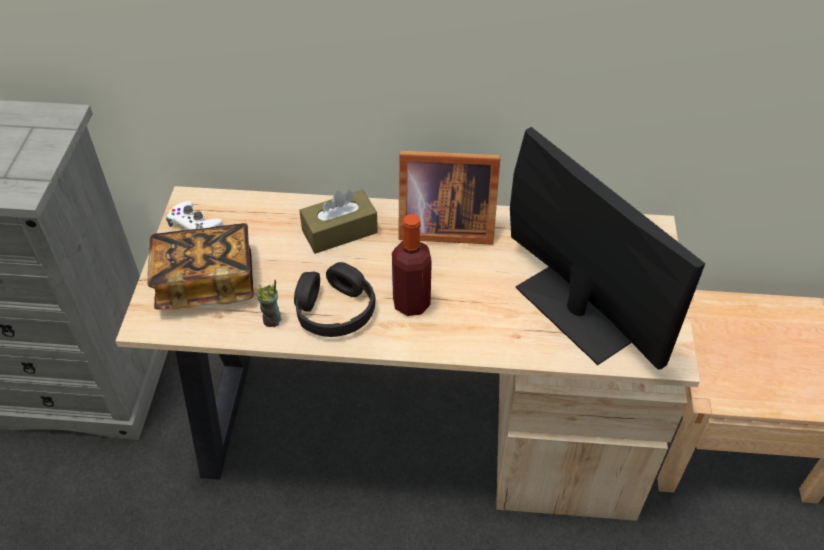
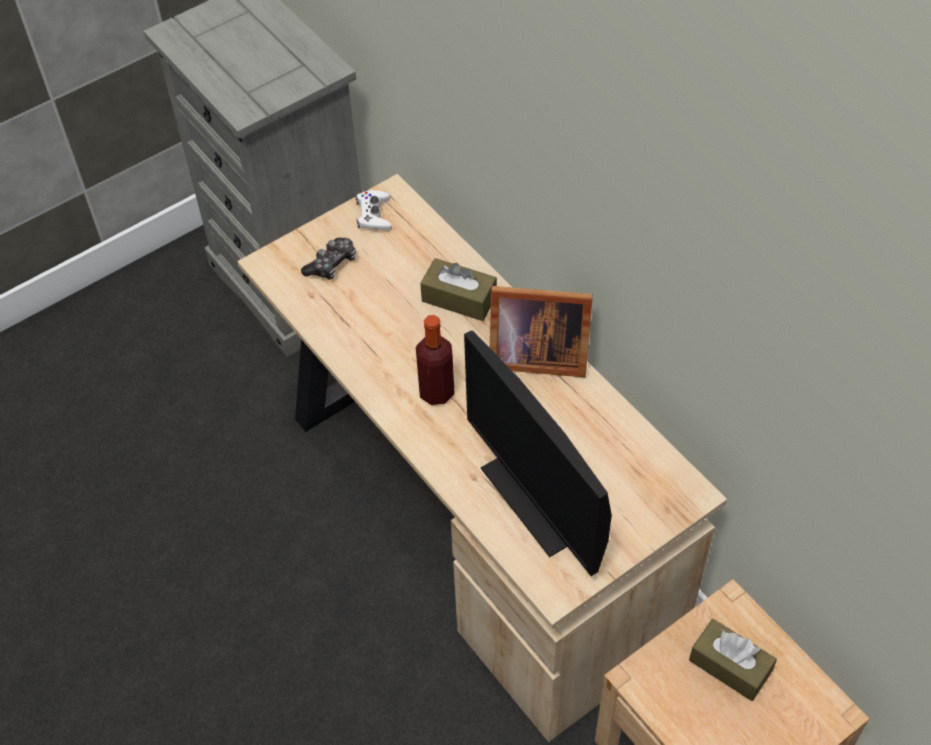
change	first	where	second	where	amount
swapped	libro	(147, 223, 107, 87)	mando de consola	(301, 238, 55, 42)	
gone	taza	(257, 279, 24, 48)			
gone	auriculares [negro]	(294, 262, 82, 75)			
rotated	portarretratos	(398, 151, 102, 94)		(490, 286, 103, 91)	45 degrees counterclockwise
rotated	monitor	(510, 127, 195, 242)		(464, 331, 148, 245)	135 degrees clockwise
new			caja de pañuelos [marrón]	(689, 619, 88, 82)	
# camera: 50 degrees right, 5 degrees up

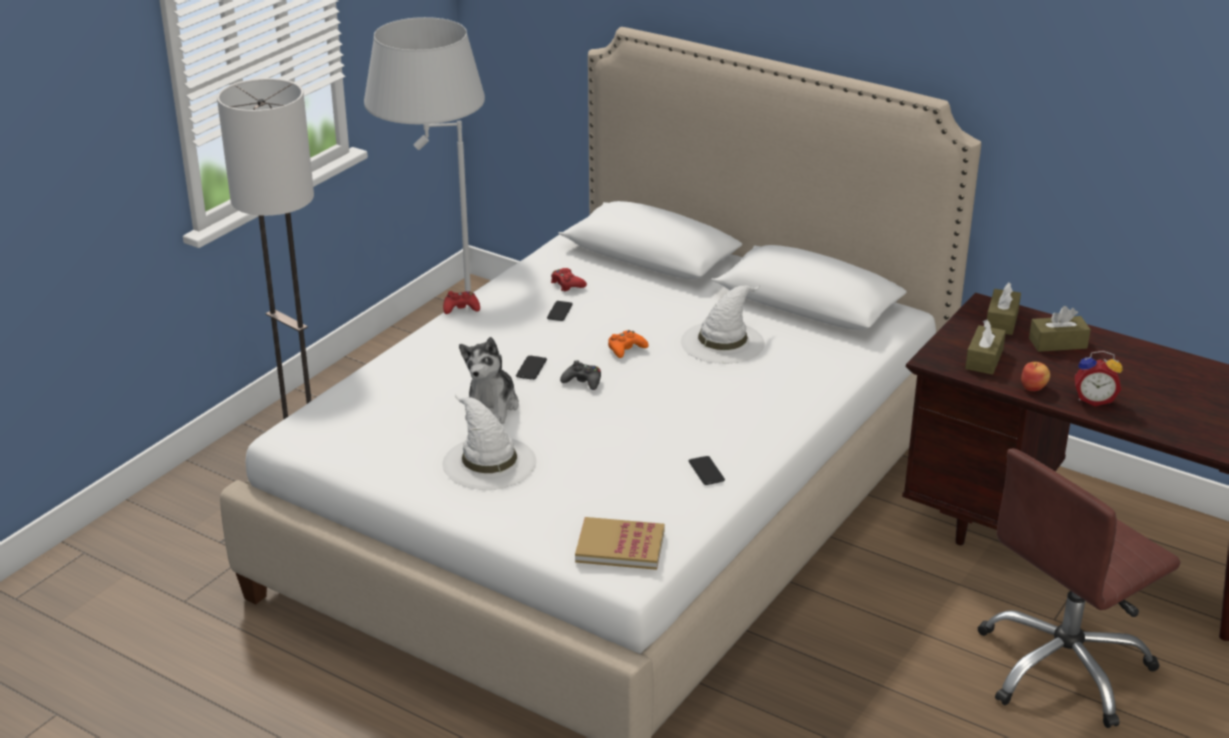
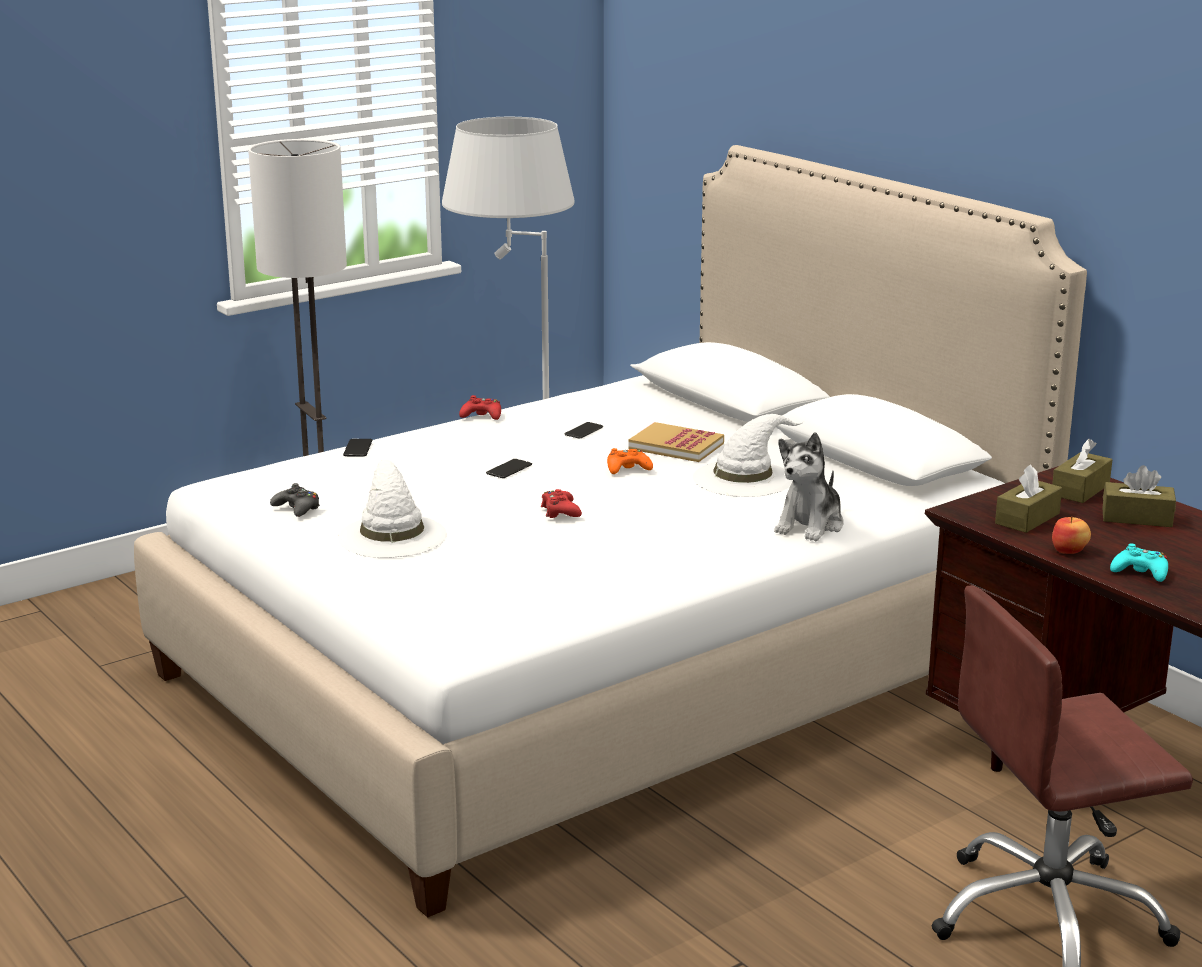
change	first	where	second	where	amount
shifted	peluche	(459, 337, 60, 87)		(774, 432, 70, 110)	
shifted	mando de consola [rojo]	(551, 268, 36, 23)		(541, 489, 41, 29)	
shifted	mando de consola [negro]	(560, 360, 41, 30)		(270, 483, 50, 34)	
shifted	libro	(575, 517, 90, 53)		(628, 422, 96, 40)	
shifted	móvil	(689, 456, 36, 29)		(343, 439, 30, 17)	
swapped	despertador	(1074, 351, 48, 55)	mando de consola [turquesa]	(1110, 543, 58, 39)	
# camera: 20 degrees right, 10 degrees down

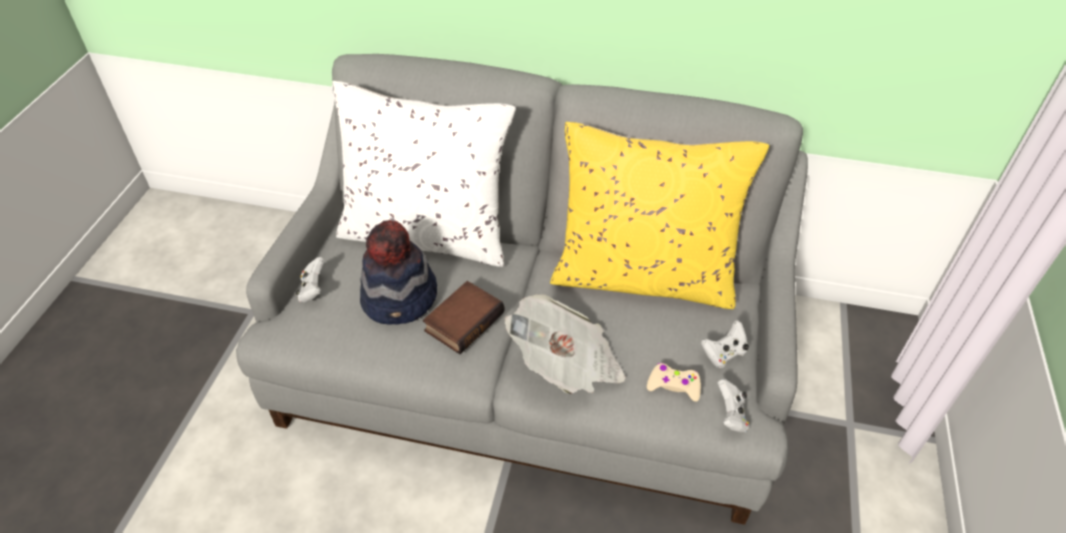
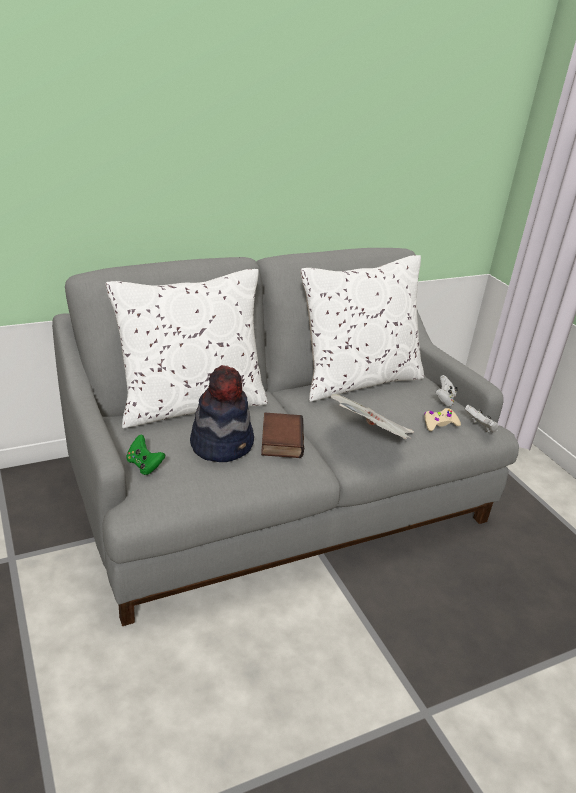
change	first	where	second	where	amount
repainted	mando de consola [blanco]	(296, 257, 29, 45)	mando de consola [verde]	(126, 434, 39, 41)	
repainted	cojín [amarillo]	(550, 122, 219, 187)	cojín [blanco]	(301, 255, 123, 147)	
# camera: 40 degrees left, 15 degrees down

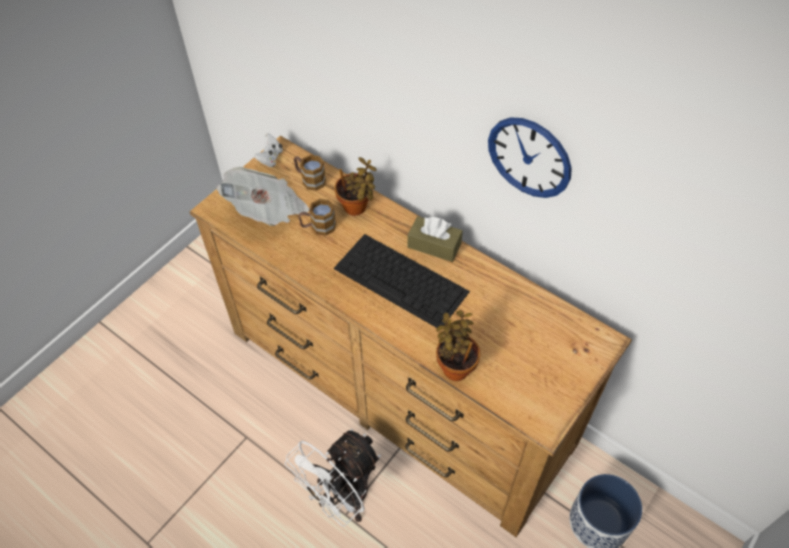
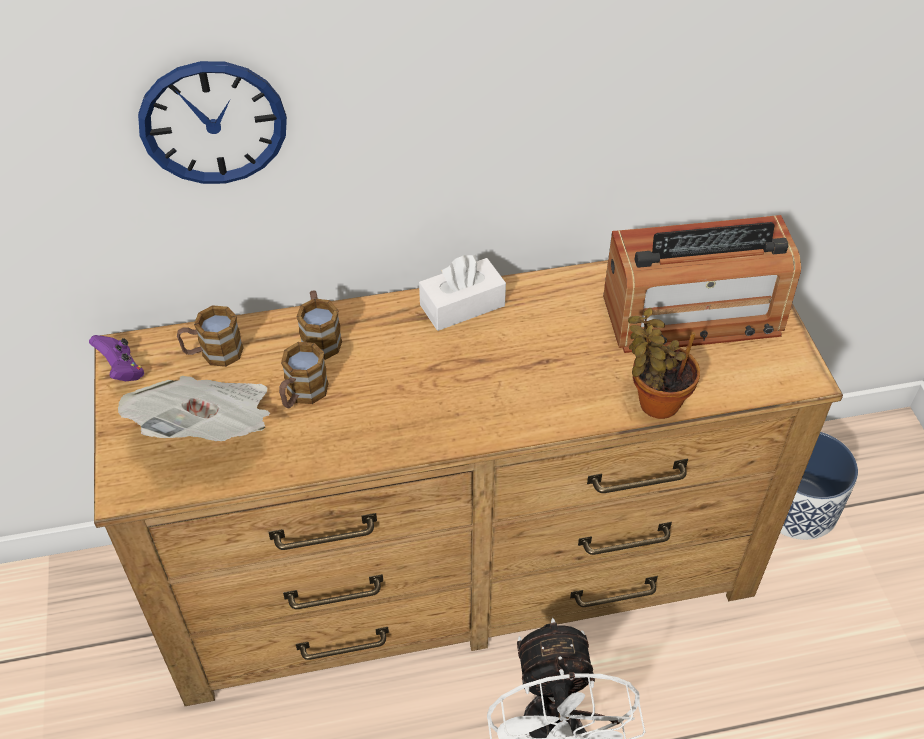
change	first	where	second	where	amount
repainted	mando de consola [blanco]	(254, 133, 29, 34)	mando de consola [morado]	(89, 335, 55, 46)	
gone	teclado	(334, 234, 136, 94)			
swapped	planta en maceta	(335, 157, 42, 59)	taza grande	(296, 290, 46, 70)	
repainted	caja de pañuelos [marrón]	(408, 216, 55, 46)	caja de pañuelos [blanco]	(419, 255, 87, 76)	
shifted	reloj de pared	(488, 117, 84, 81)		(138, 61, 149, 123)	
new			radio	(603, 215, 198, 138)	
# camera: 50 degrees left, 5 degrees down

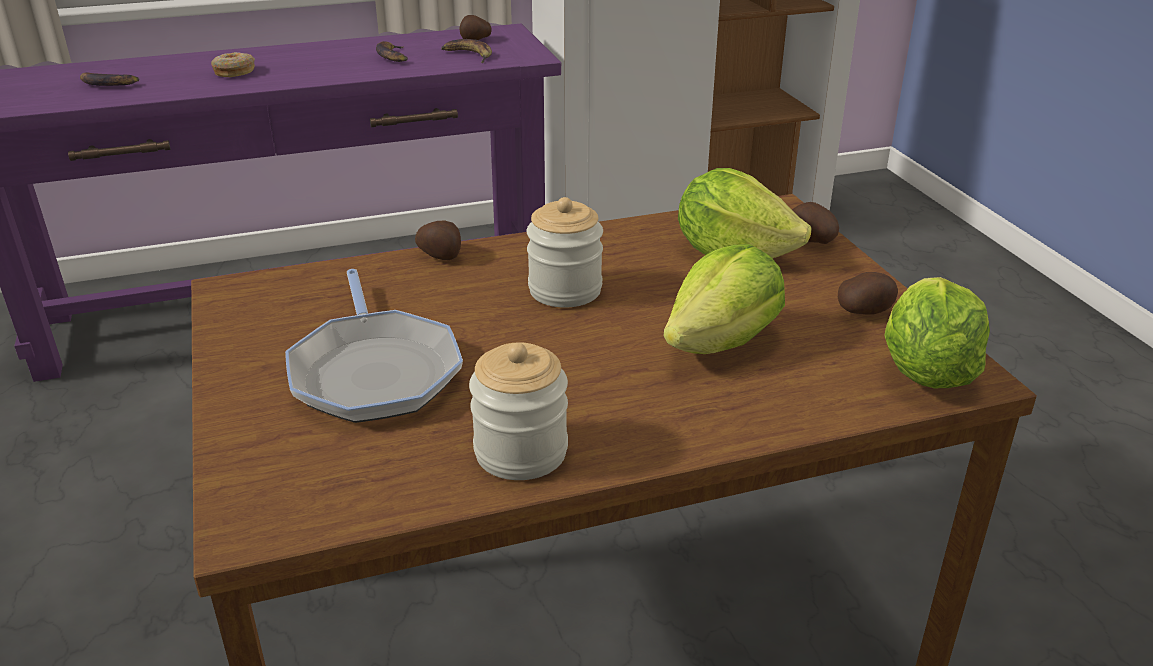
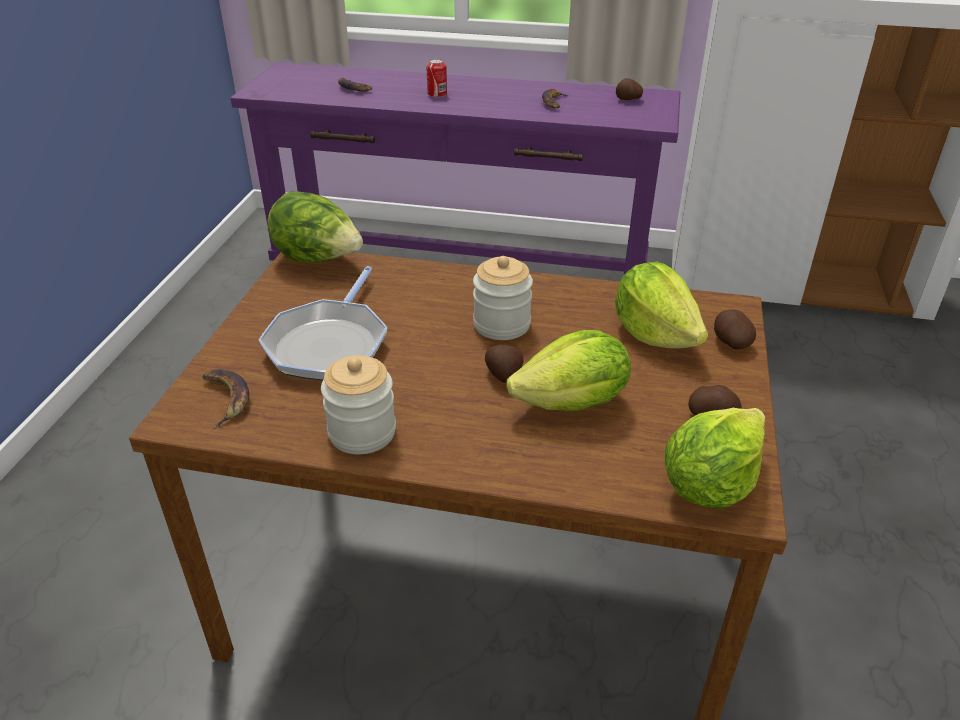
change	first	where	second	where	amount
swapped	rosquilla	(211, 52, 44, 25)	lata	(426, 59, 21, 39)	
shifted	patata	(415, 220, 46, 40)		(485, 344, 39, 39)	
shifted	plátano	(441, 39, 51, 24)		(203, 369, 46, 60)	
new			lechuga	(267, 191, 96, 72)	
# camera: 30 degrees right, 5 degrees up

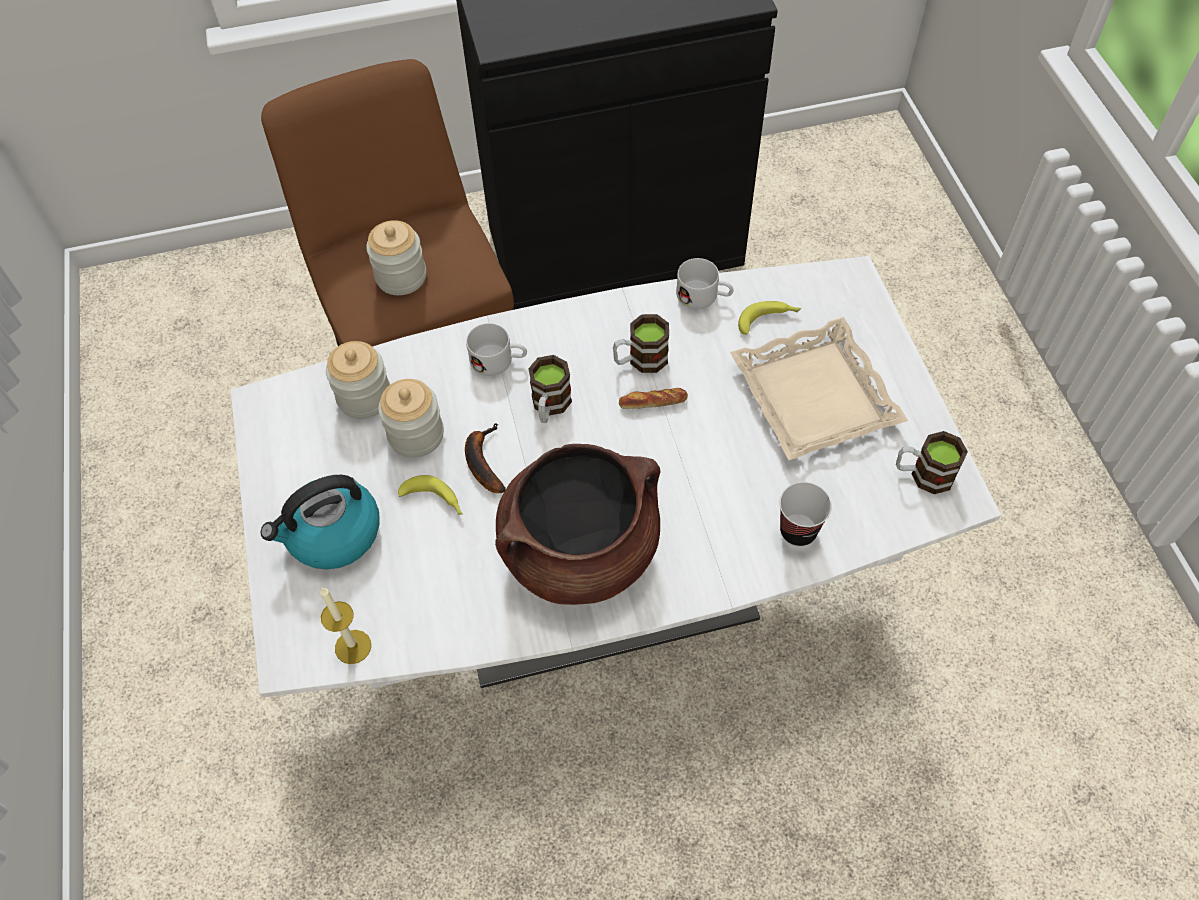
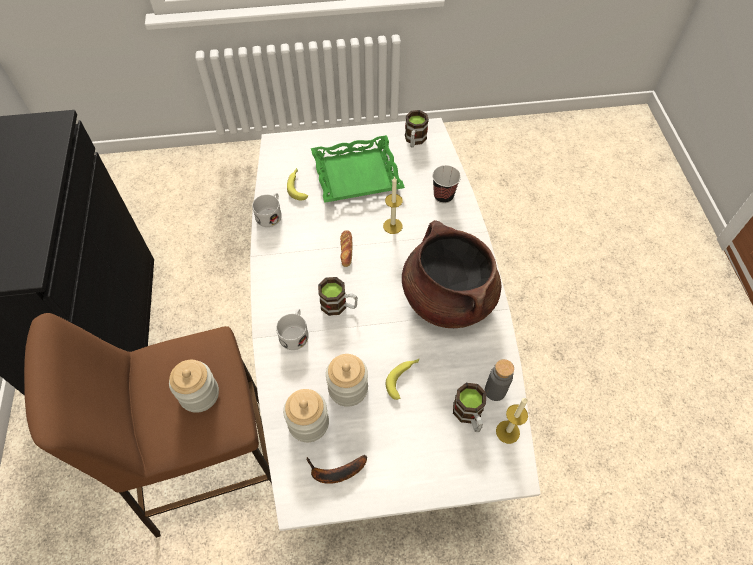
change	first	where	second	where	amount
gone	hervidor	(261, 475, 119, 94)			
shifted	plátano	(465, 423, 41, 70)		(307, 454, 60, 30)	
shifted	taza grande	(613, 314, 56, 59)		(453, 383, 33, 49)	
repainted	bandeja [beis]	(730, 317, 178, 143)	bandeja [verde]	(311, 135, 94, 68)	
new			vela	(383, 177, 20, 57)	
new			botella [gris]	(485, 359, 29, 42)	
# camera: 85 degrees left, 0 degrees up

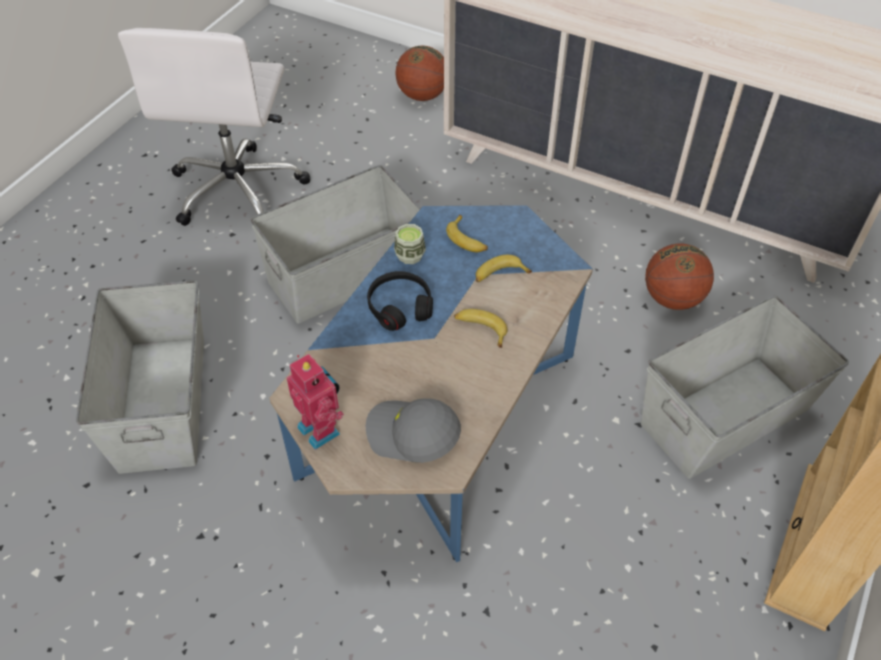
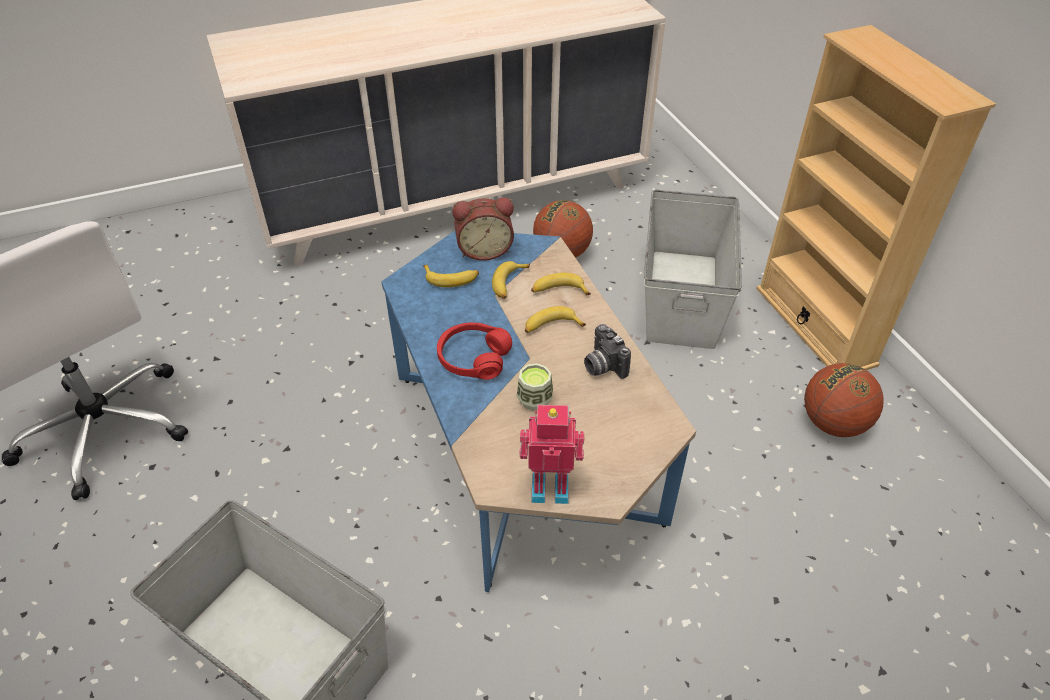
change	first	where	second	where	amount
gone	caja de almacenaje [gris]	(250, 165, 171, 158)			
gone	gorra [gris]	(366, 398, 95, 65)			
repainted	auriculares [negro]	(367, 271, 66, 60)	auriculares [rojo]	(437, 322, 75, 58)	
shifted	taza	(394, 224, 32, 40)		(516, 363, 37, 48)	
shifted	balón de baloncesto	(395, 45, 49, 56)		(804, 363, 80, 74)	
new			despertador	(452, 197, 62, 64)	
new			plátano	(531, 273, 60, 22)	
new			cámara	(584, 324, 47, 55)	
# camera: 50 degrees left, 5 degrees down

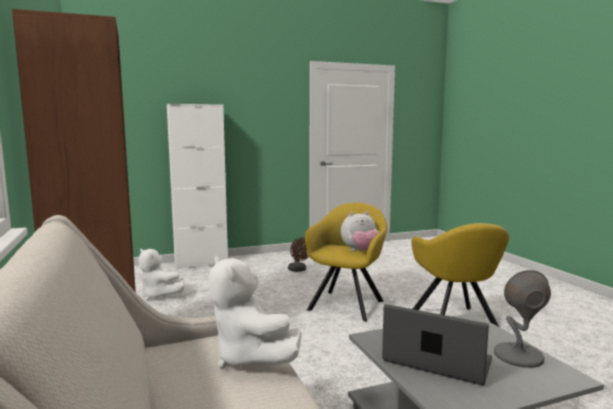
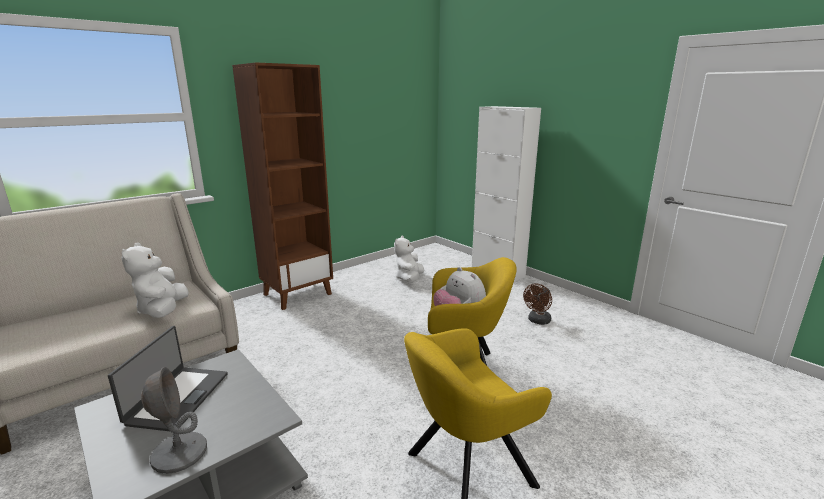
change	first	where	second	where	amount
rotated	peluche [blanco]	(208, 256, 94, 113)		(121, 242, 68, 76)	45 degrees counterclockwise
# camera: 70 degrees right, 10 degrees up

